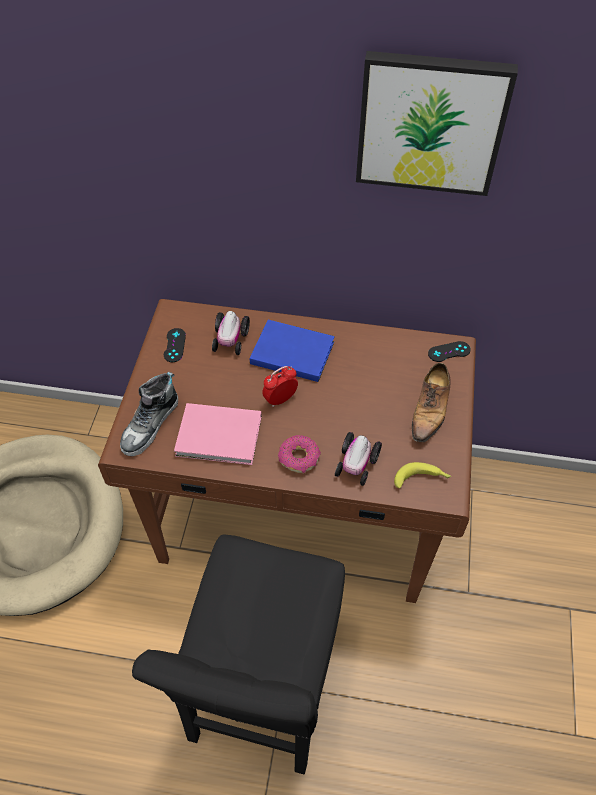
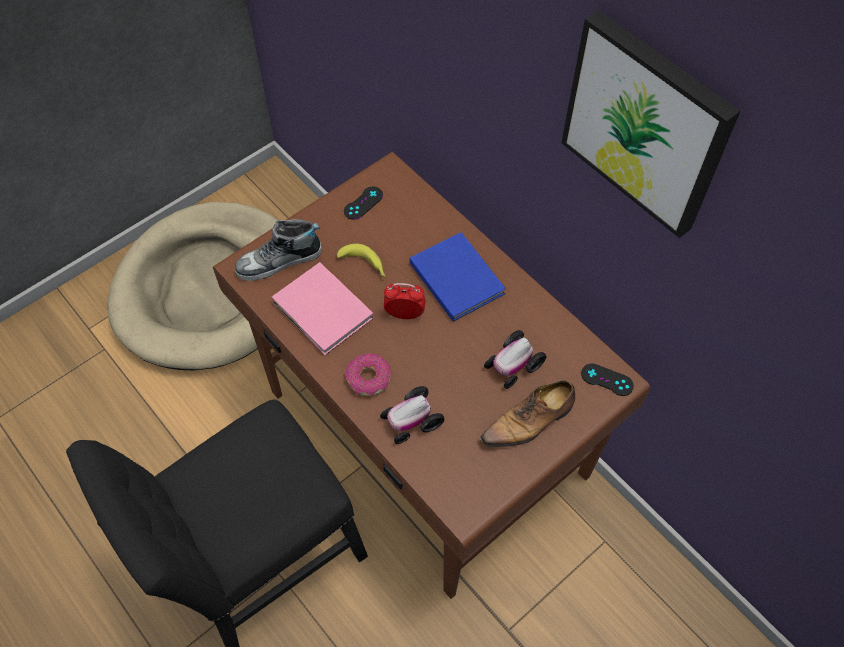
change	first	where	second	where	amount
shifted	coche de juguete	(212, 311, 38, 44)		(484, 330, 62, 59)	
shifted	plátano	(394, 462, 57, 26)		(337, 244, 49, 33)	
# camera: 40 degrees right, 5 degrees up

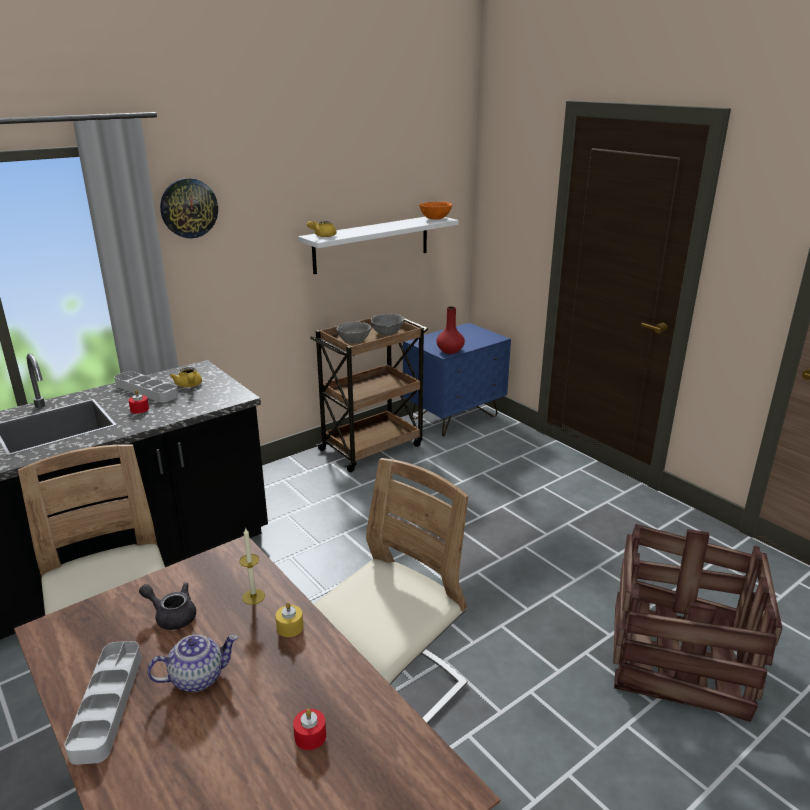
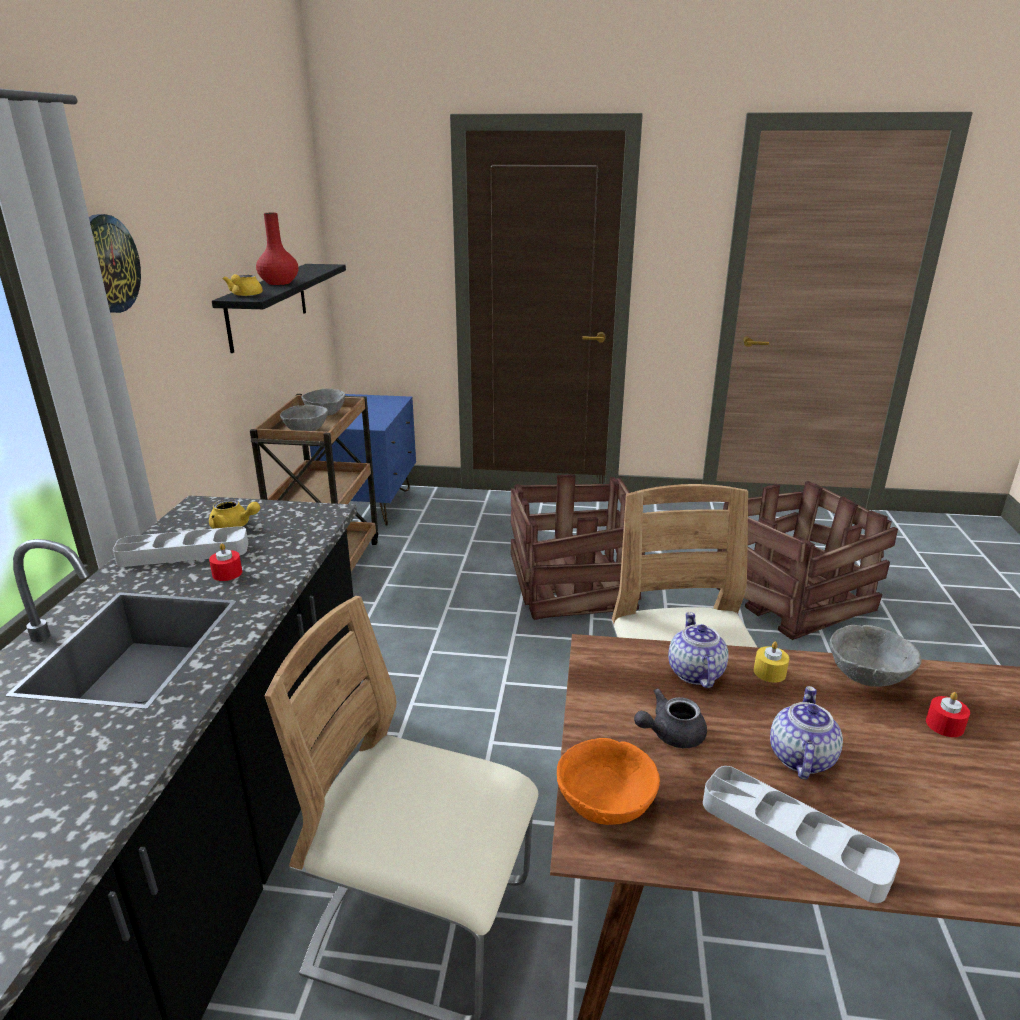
change	first	where	second	where	amount
swapped	vela	(239, 527, 26, 78)	tetera	(668, 612, 60, 76)	
repainted	estante [blanco]	(298, 217, 161, 57)	estante [negro]	(212, 264, 134, 89)	
shifted	cuenco [naranja]	(419, 202, 33, 18)		(557, 738, 103, 87)	
shifted	florero [rojo]	(437, 306, 28, 48)		(256, 213, 43, 72)	
new			caja de embalaje	(511, 474, 134, 146)	
new			cuenco [gris]	(830, 625, 92, 62)	
# camera: 45 degrees left, 0 degrees up

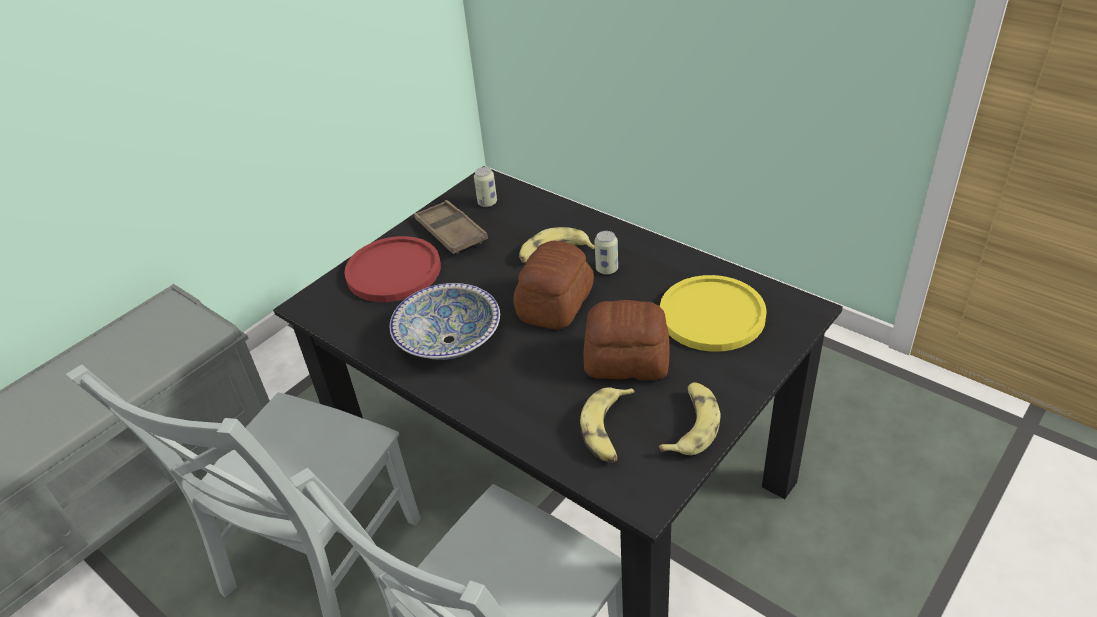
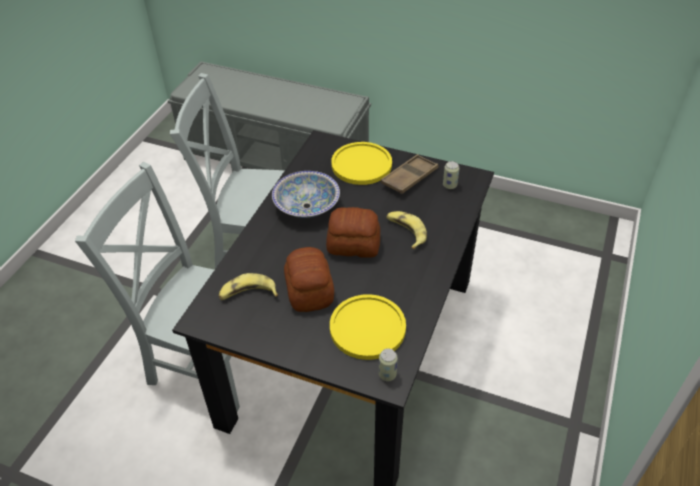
change	first	where	second	where	amount
repainted	plato [rojo]	(344, 236, 97, 66)	plato [amarillo]	(331, 142, 61, 43)	
shifted	lata	(594, 231, 24, 44)		(379, 348, 19, 33)	
gone	plátano	(659, 382, 62, 73)			
# camera: 70 degrees right, 5 degrees up

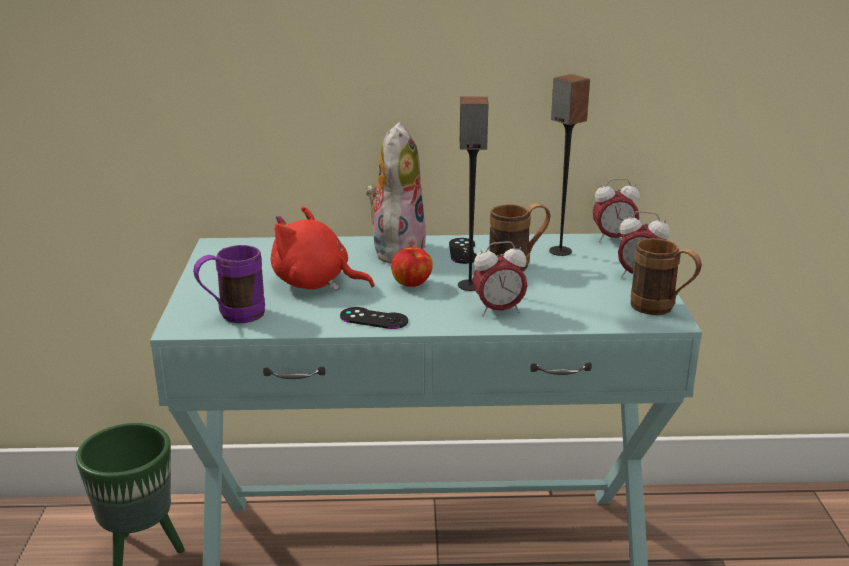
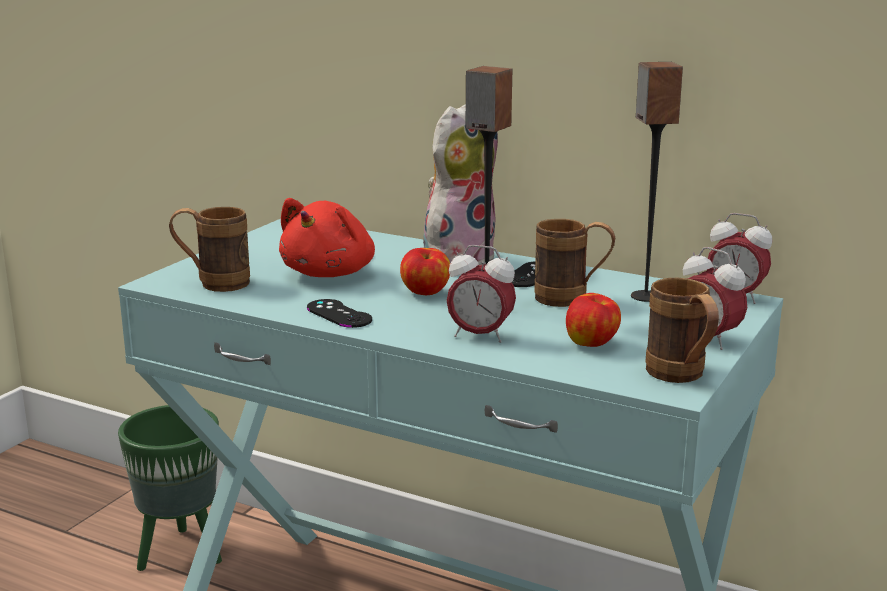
change	first	where	second	where	amount
repainted	taza grande [morado]	(193, 245, 72, 78)	taza grande [marrón]	(169, 207, 81, 85)	
rotated	peluche [rojo]	(271, 206, 103, 85)		(279, 198, 96, 79)	120 degrees counterclockwise
new			manzana	(566, 293, 55, 54)	
# camera: 30 degrees right, 5 degrees down

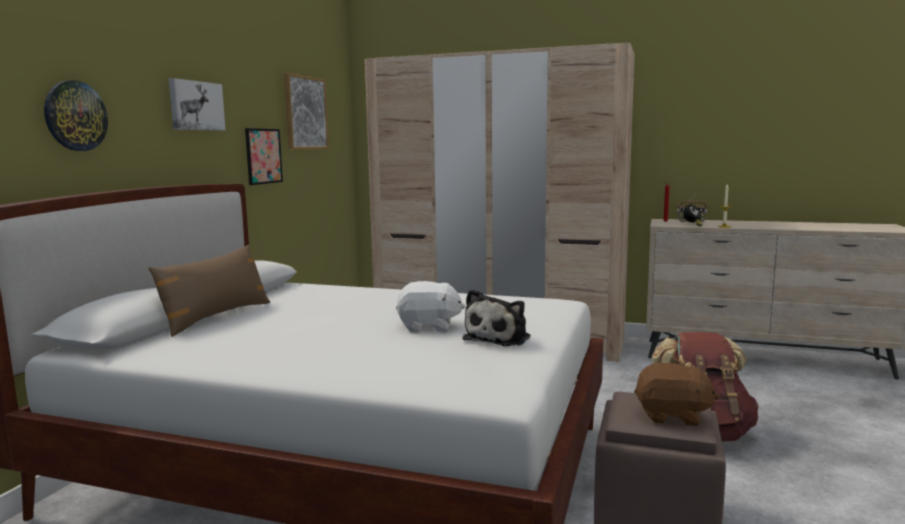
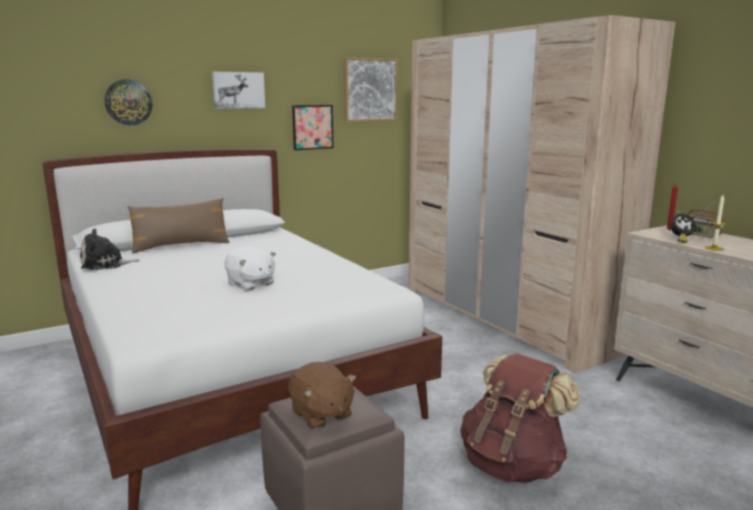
change	first	where	second	where	amount
shifted	peluche	(462, 289, 68, 57)		(80, 229, 59, 41)	
# camera: 40 degrees right, 5 degrees up

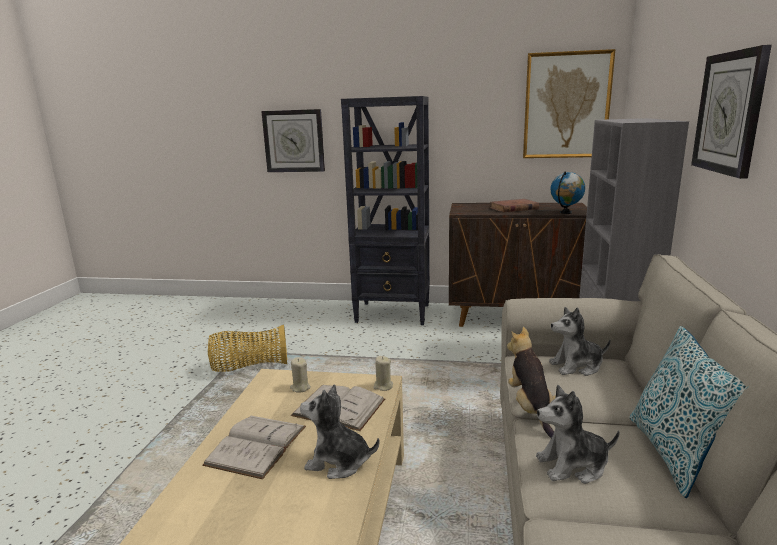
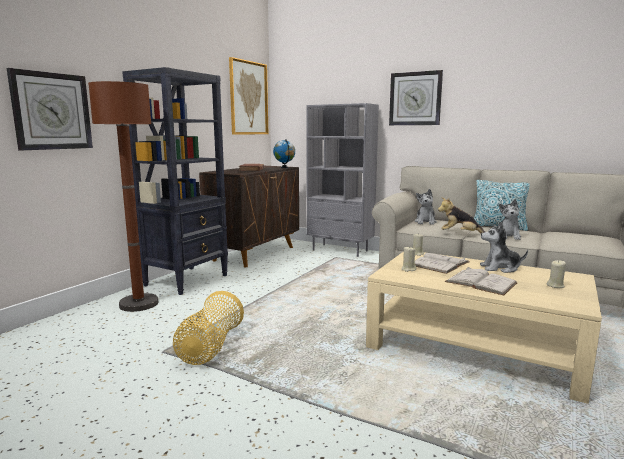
change	first	where	second	where	amount
rotated	peluche	(300, 384, 80, 95)		(480, 222, 48, 51)	60 degrees clockwise
new			lámpara de pie [marrón]	(88, 81, 71, 231)	
new			vela [beis]	(546, 260, 20, 28)	
# camera: 70 degrees left, 5 degrees down

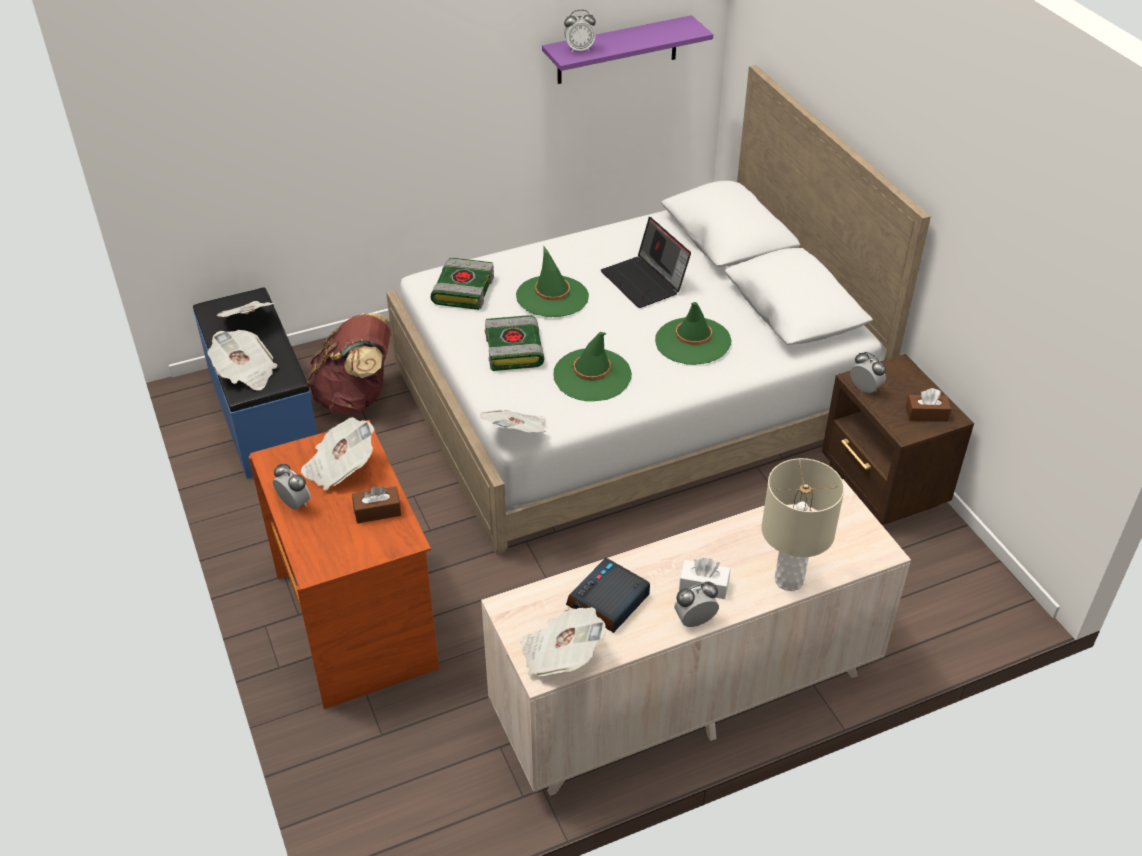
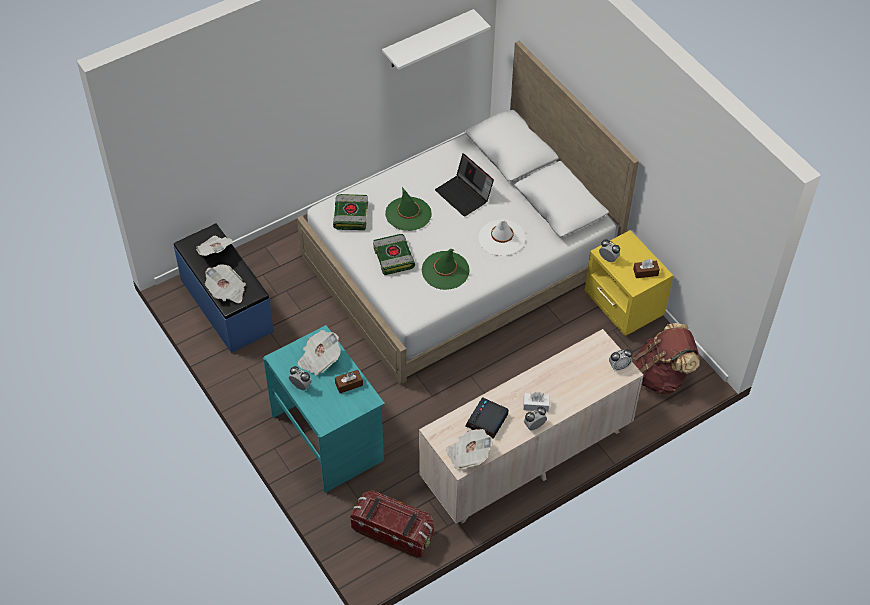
change	first	where	second	where	amount
repainted	escritorio [marrón]	(249, 420, 190, 289)	escritorio [turquesa]	(263, 325, 122, 168)	
shifted	mochila [marrón]	(307, 313, 84, 101)		(633, 323, 66, 71)	
gone	periódico	(480, 410, 67, 22)			
repainted	estante [morado]	(542, 15, 171, 69)	estante [blanco]	(382, 9, 109, 61)	
shifted	despertador	(564, 10, 32, 42)		(609, 349, 23, 22)	
repainted	sombrero [verde]	(655, 302, 76, 63)	sombrero [blanco]	(478, 219, 48, 37)	
gone	lámpara de mesa [beis]	(761, 458, 83, 133)			
repainted	mesita de noche [marrón]	(822, 354, 152, 171)	mesita de noche [amarillo]	(585, 230, 88, 106)	
new			caja de almacenaje	(351, 490, 83, 68)	
# camera: 10 degrees left, 10 degrees up

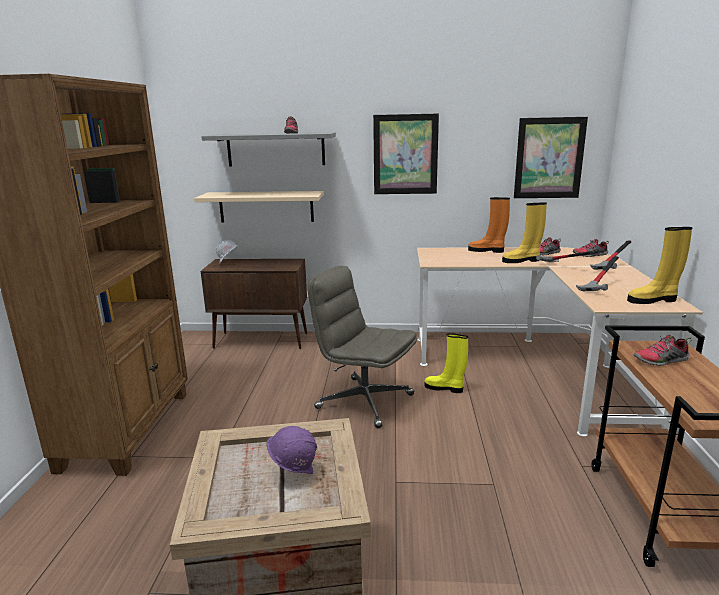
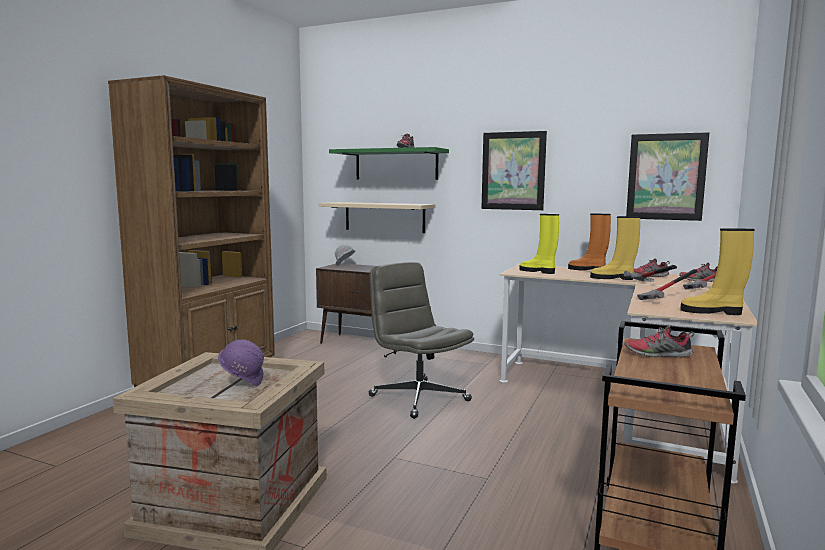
change	first	where	second	where	amount
repainted	estante [gris]	(201, 132, 135, 35)	estante [verde]	(329, 147, 120, 33)	
shifted	bota [amarillo]	(424, 333, 44, 60)		(519, 214, 40, 60)	
# camera: 20 degrees right, 10 degrees down

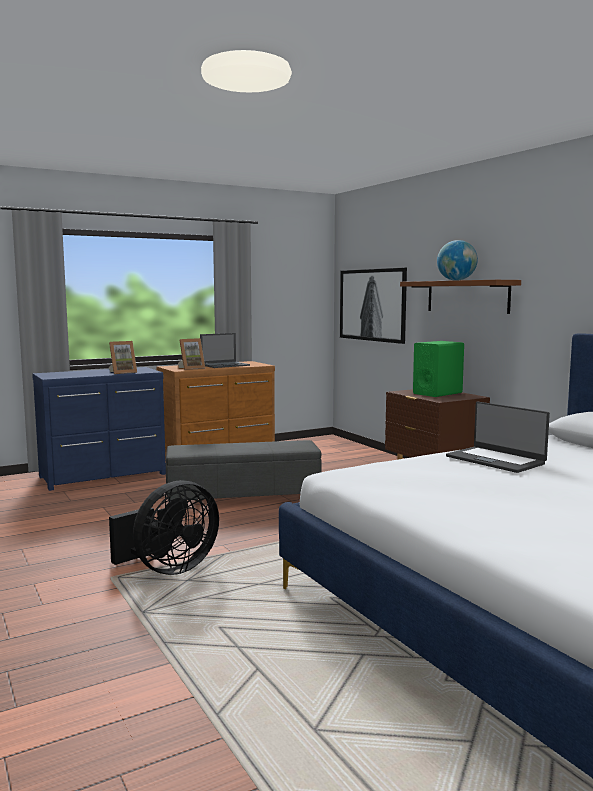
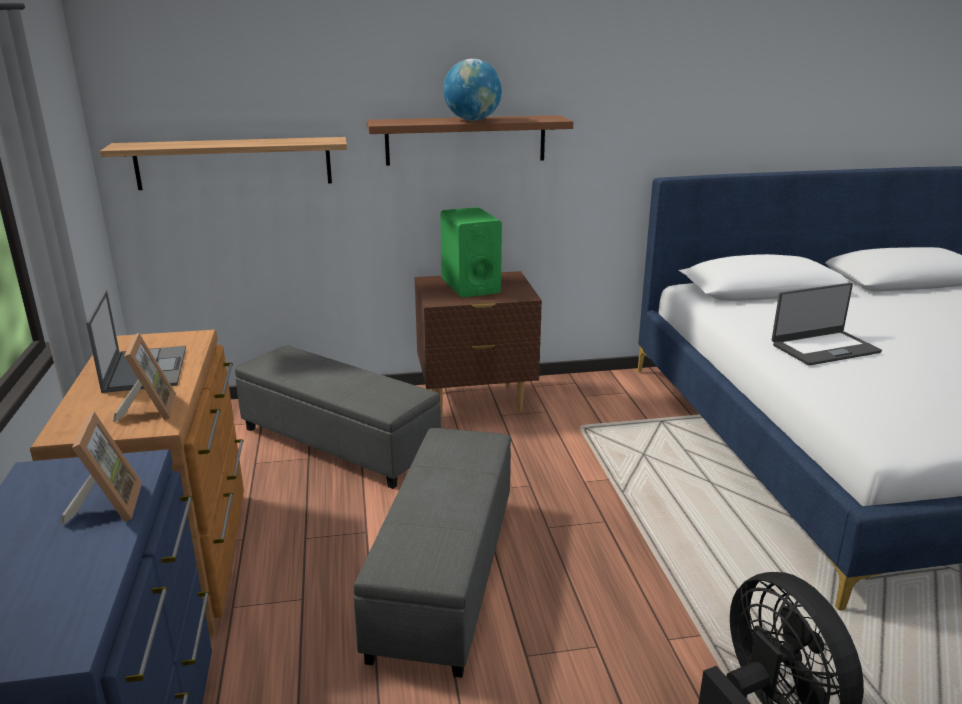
change	first	where	second	where	amount
swapped	cuadro	(340, 267, 67, 77)	estante	(100, 137, 247, 53)	
new			puf [gris]	(235, 345, 206, 144)	
# camera: 70 degrees left, 15 degrees up

